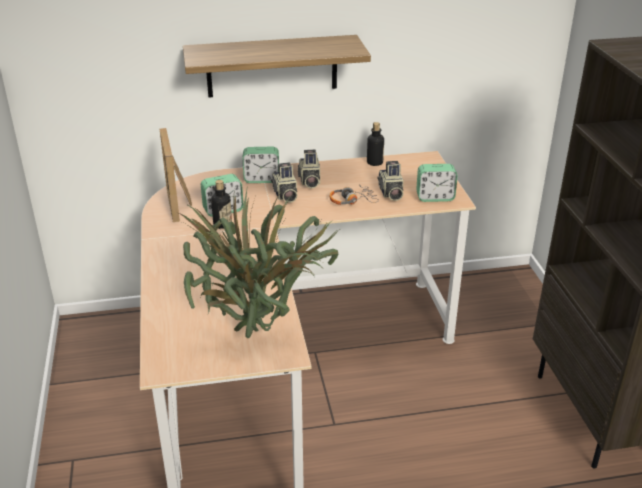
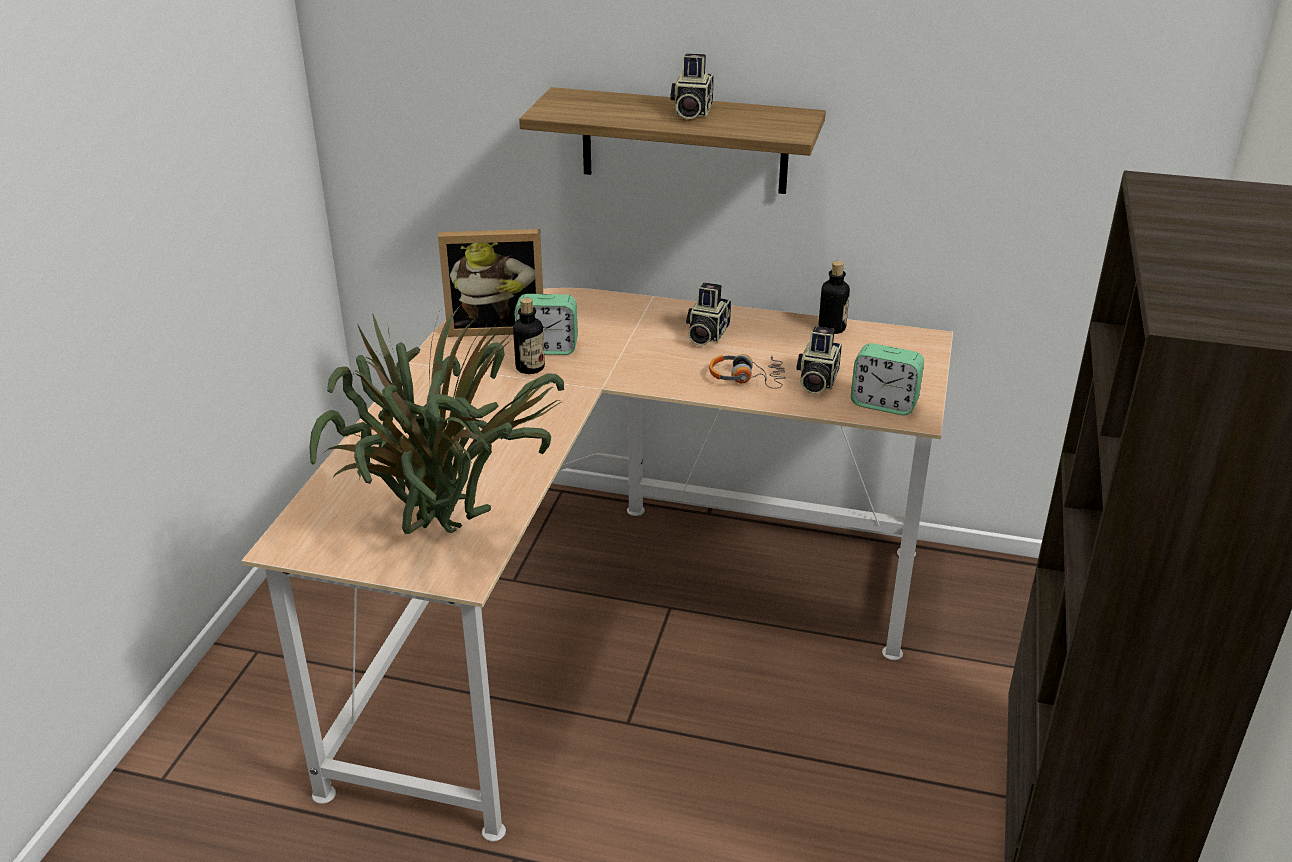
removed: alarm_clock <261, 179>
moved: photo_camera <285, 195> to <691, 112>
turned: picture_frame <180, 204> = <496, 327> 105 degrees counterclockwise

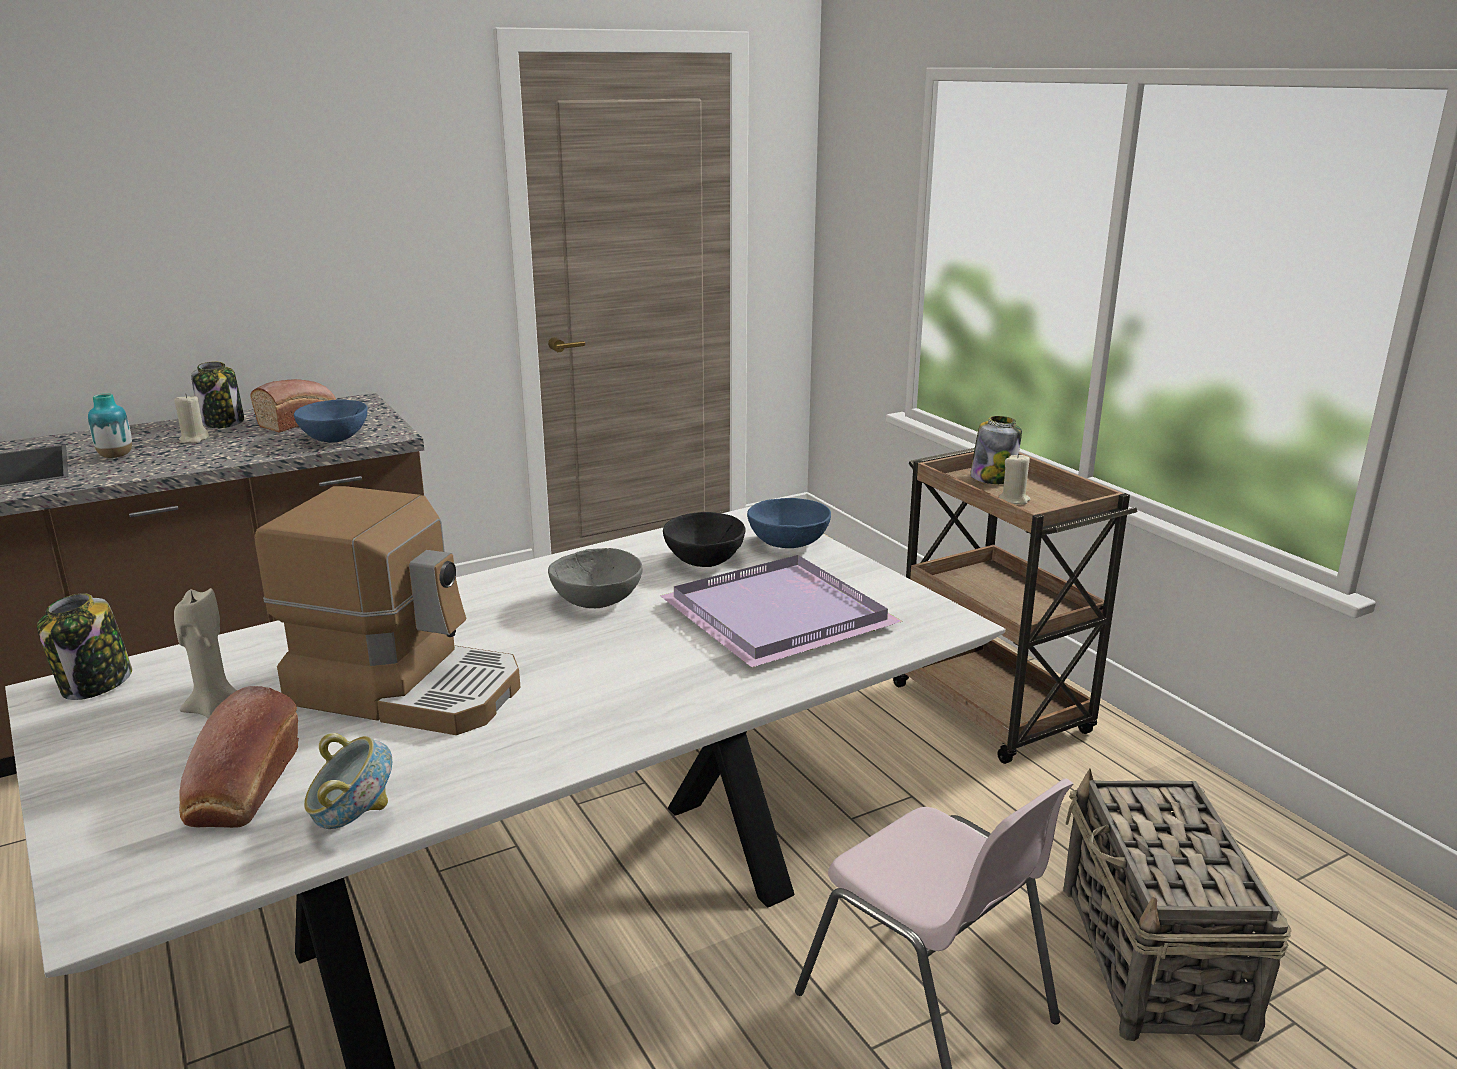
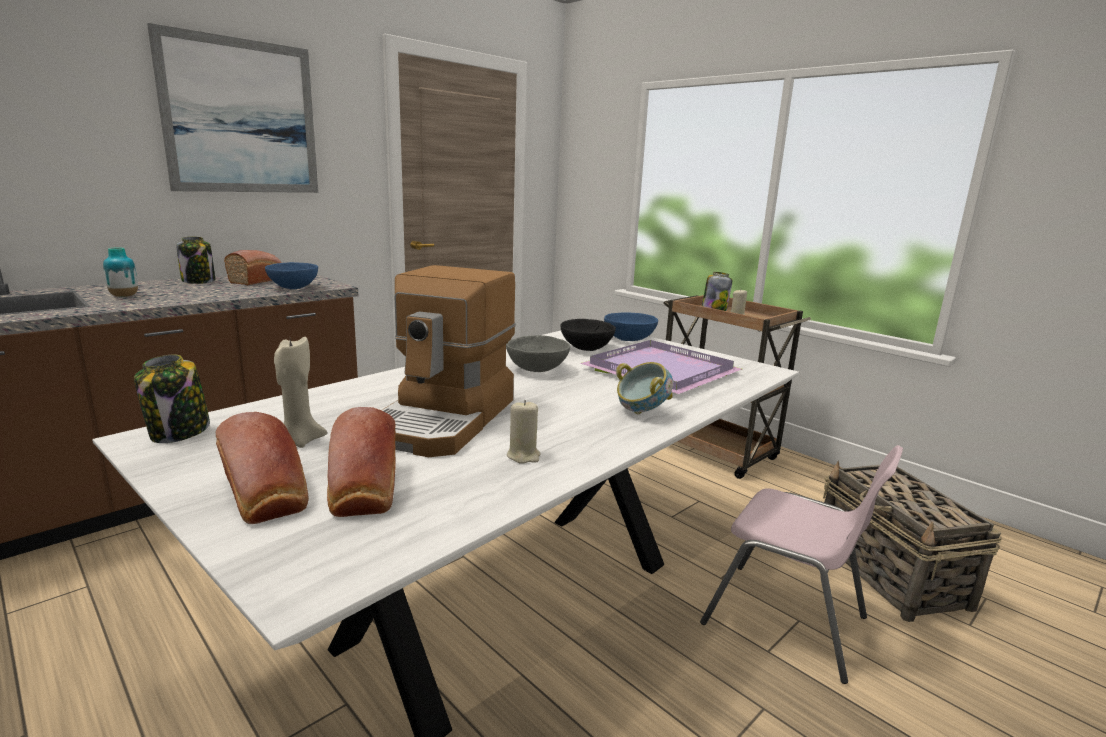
added: picture <241, 117>; bread <265, 494>
moved: beige_candle <194, 439> to <523, 456>; bowl <353, 820> to <641, 412>
turned: coffee_machine <407, 688> = <445, 420> 105 degrees clockwise

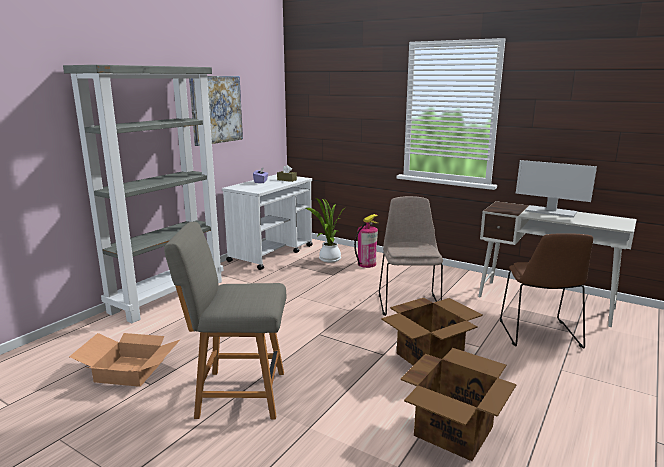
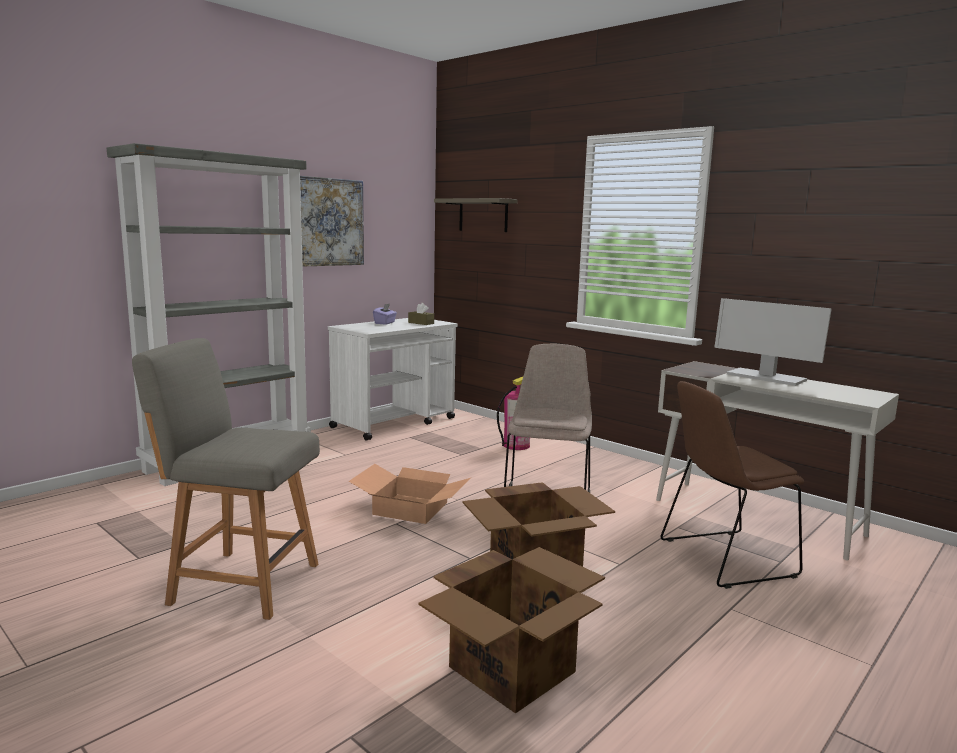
removed: potted_plant <328, 259>
added: shelf <483, 215>
moved: cardboard_box <131, 370> to <412, 508>
turned: brown_chair <539, 335> = <723, 558> 60 degrees clockwise

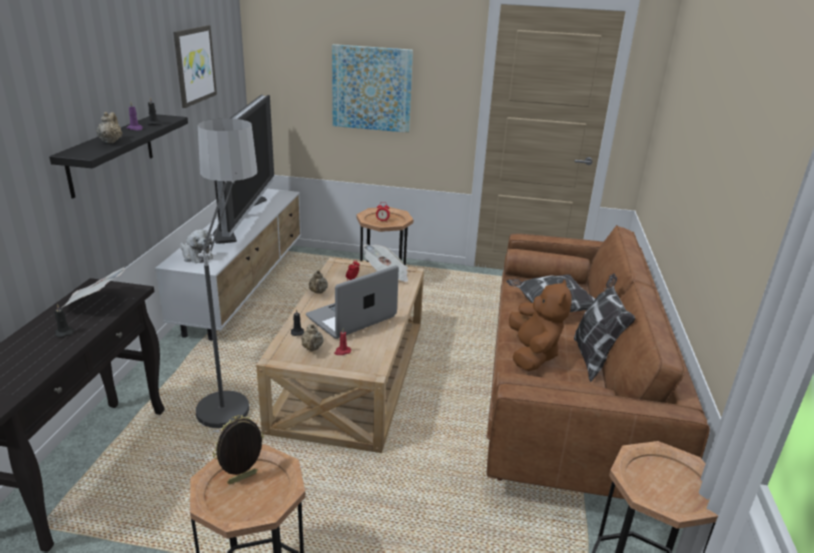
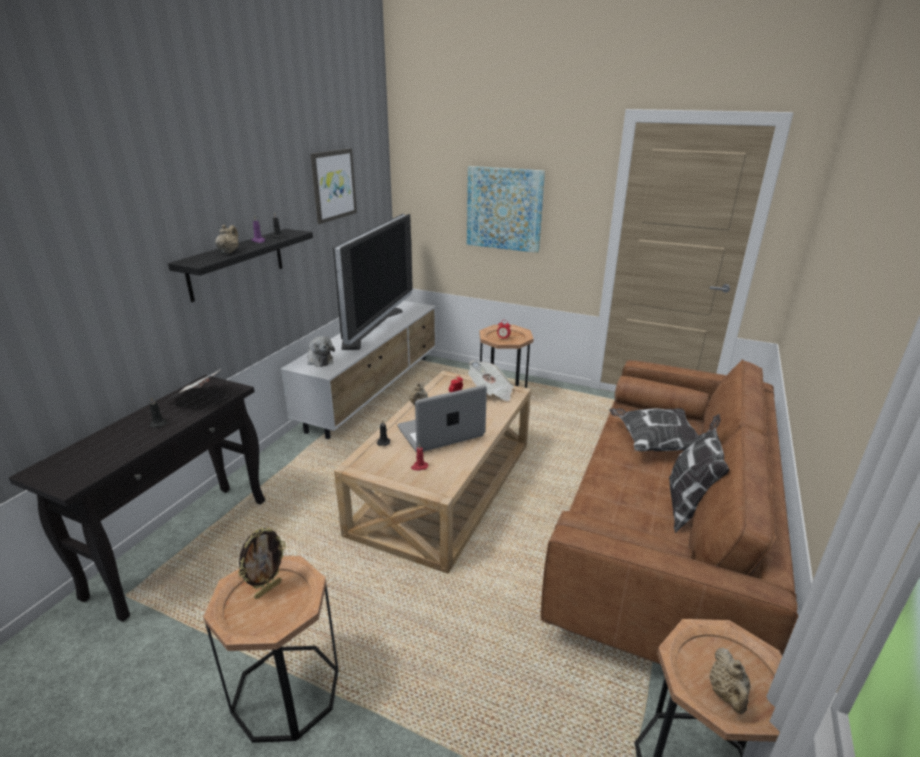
removed: floor_lamp <233, 387>; brown_plush_toy <532, 354>
moved: beige_teapot <312, 348> to <727, 694>
turned: picture_frame <242, 479> = <268, 589> 150 degrees clockwise

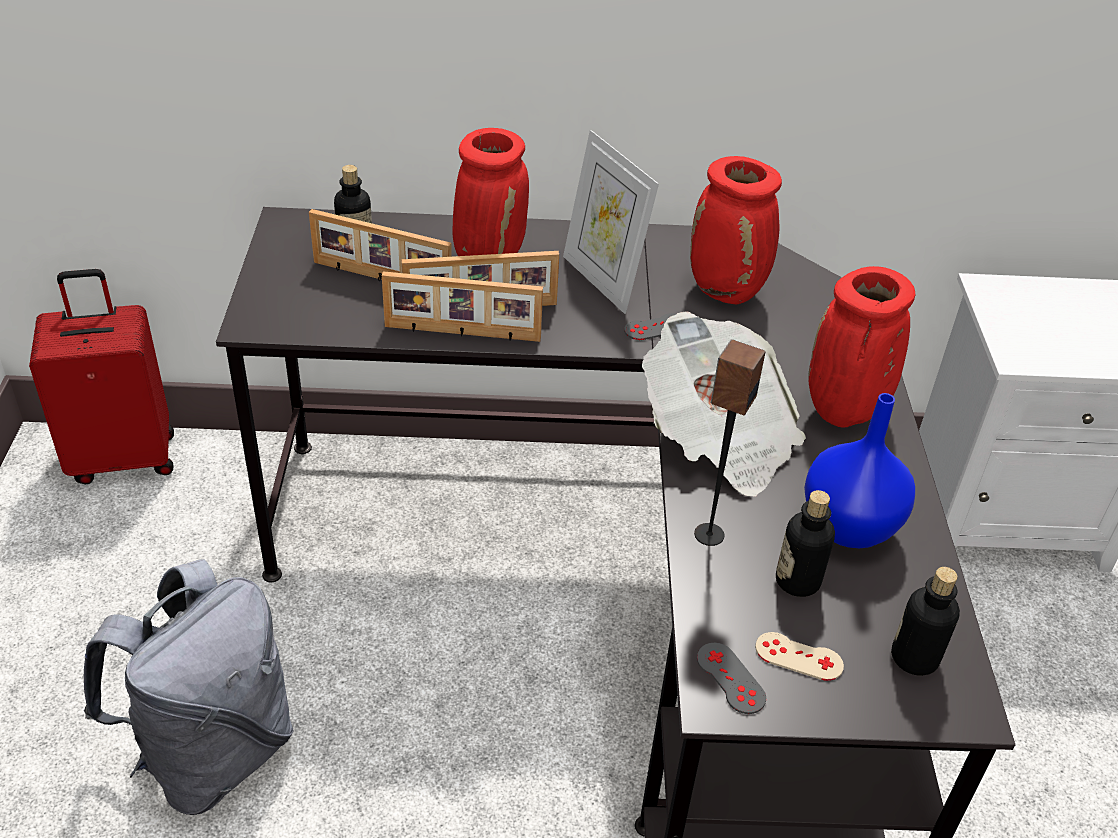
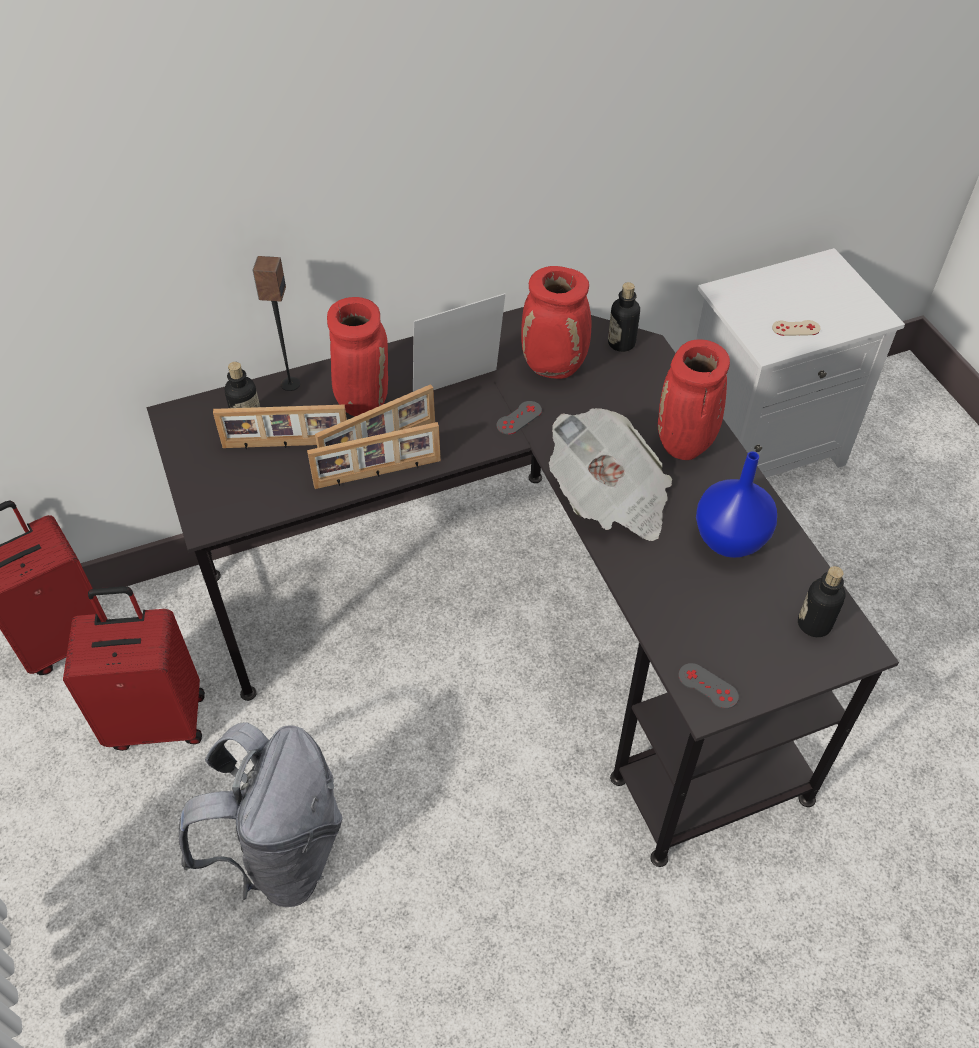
added: red_suitcase <158, 719>
moved: speaker <708, 534> to <290, 384>; beige_game_controller <799, 657> to <796, 328>; bottle <797, 581> to <621, 343>
turned: picture_frame <603, 281> = <458, 389> 120 degrees clockwise

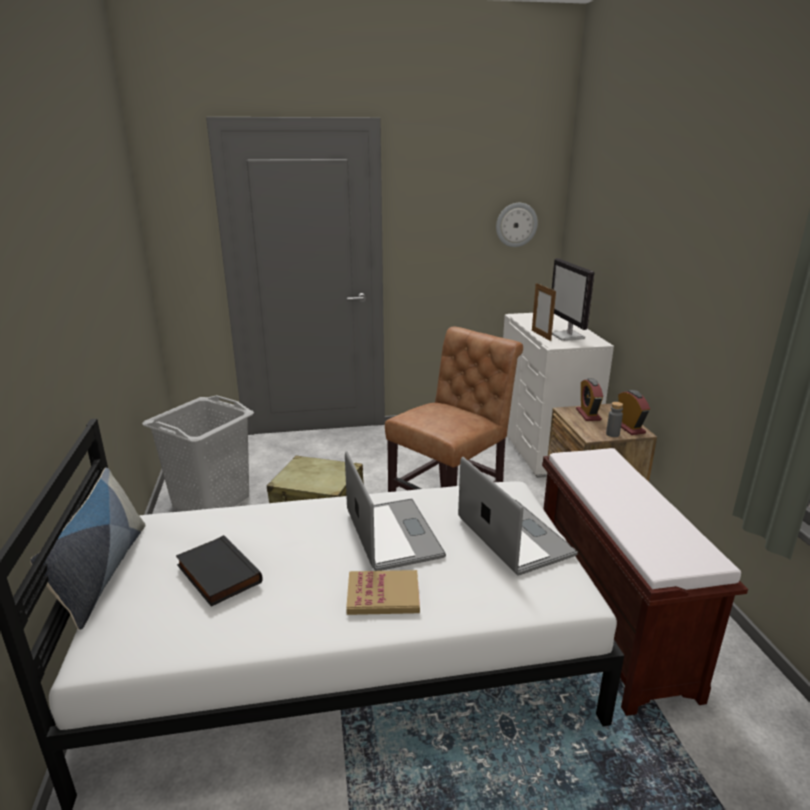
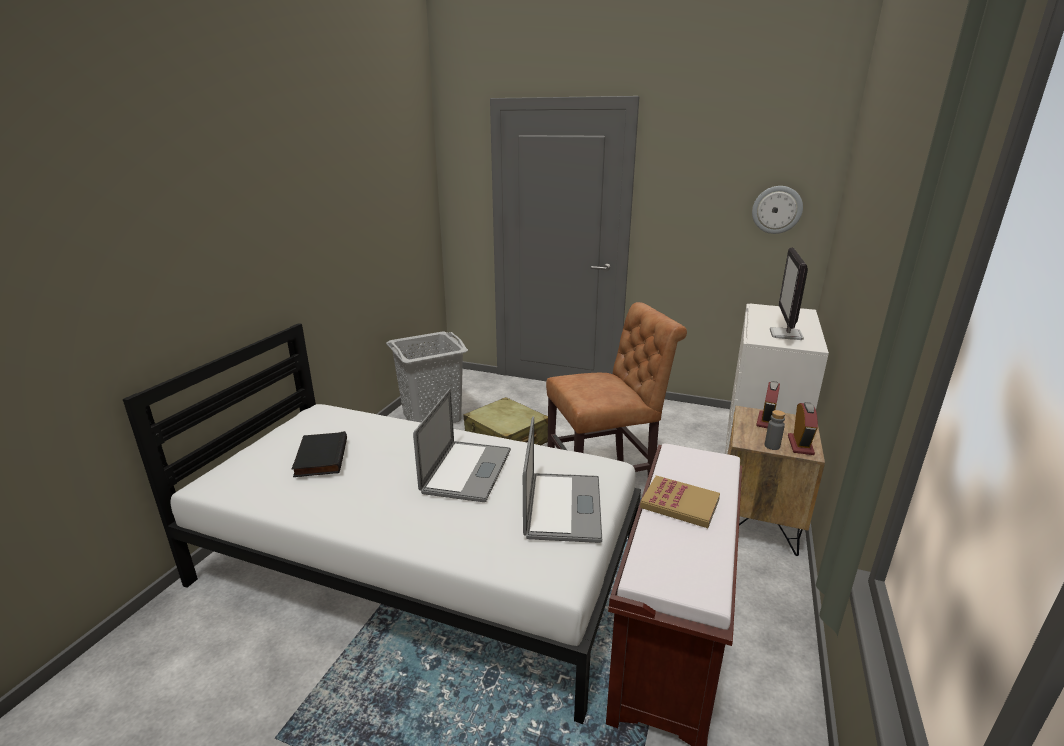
removed: pillow <102, 572>; picture_frame <541, 335>
moved: book <383, 595> to <679, 504>

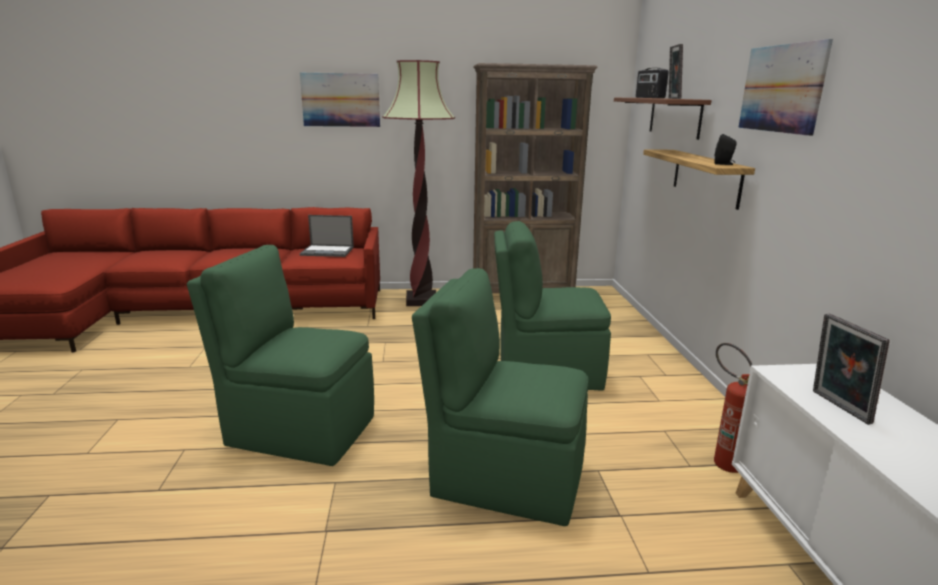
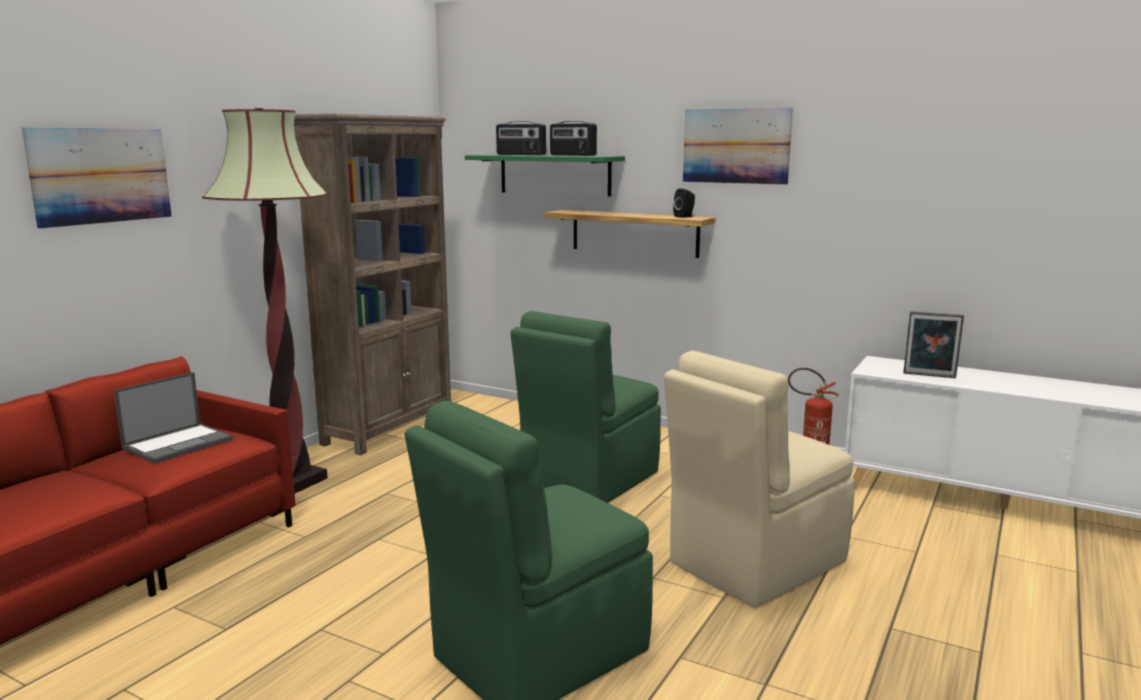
replaced: picture_frame <672, 98> to radio <572, 155>
recoloured: green_chair <504, 477> to beige_chair <754, 563>; brown_shelf <674, 117> to green_shelf <554, 174>

